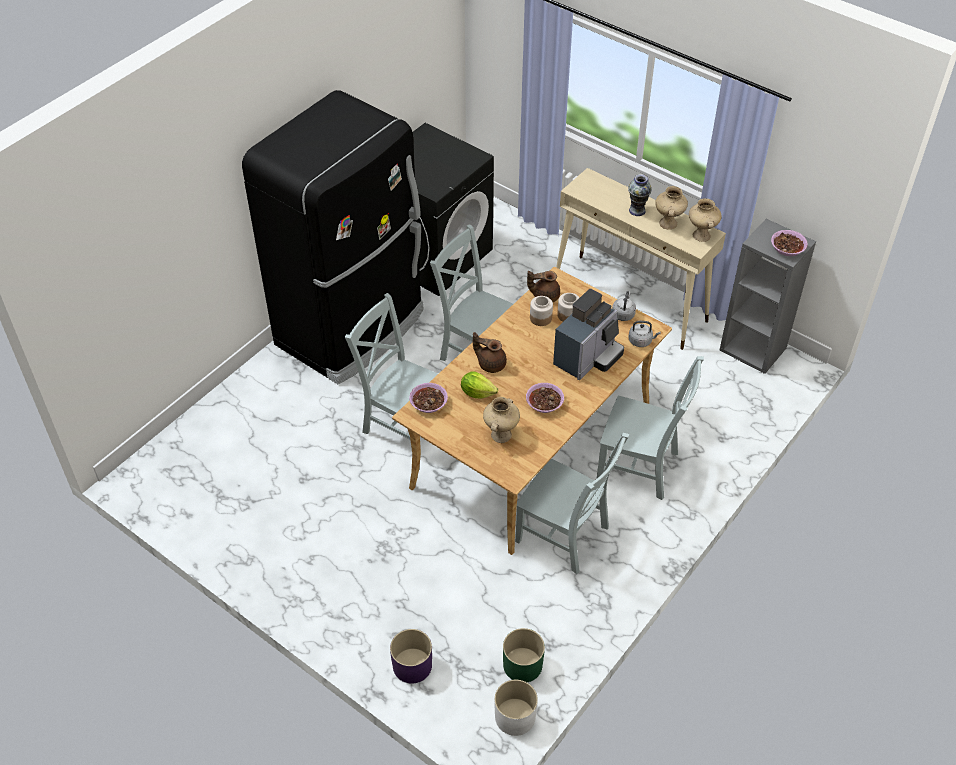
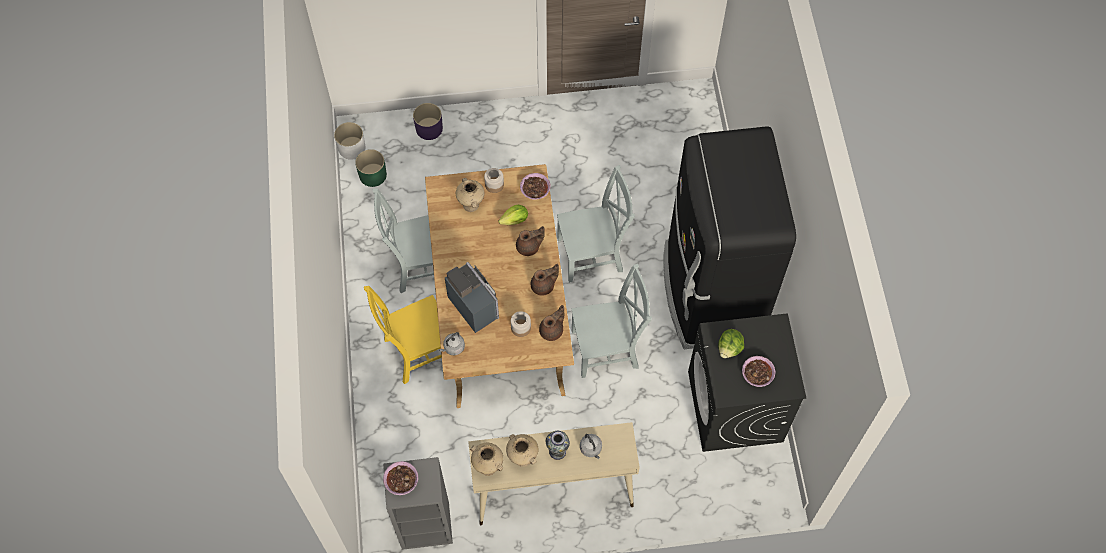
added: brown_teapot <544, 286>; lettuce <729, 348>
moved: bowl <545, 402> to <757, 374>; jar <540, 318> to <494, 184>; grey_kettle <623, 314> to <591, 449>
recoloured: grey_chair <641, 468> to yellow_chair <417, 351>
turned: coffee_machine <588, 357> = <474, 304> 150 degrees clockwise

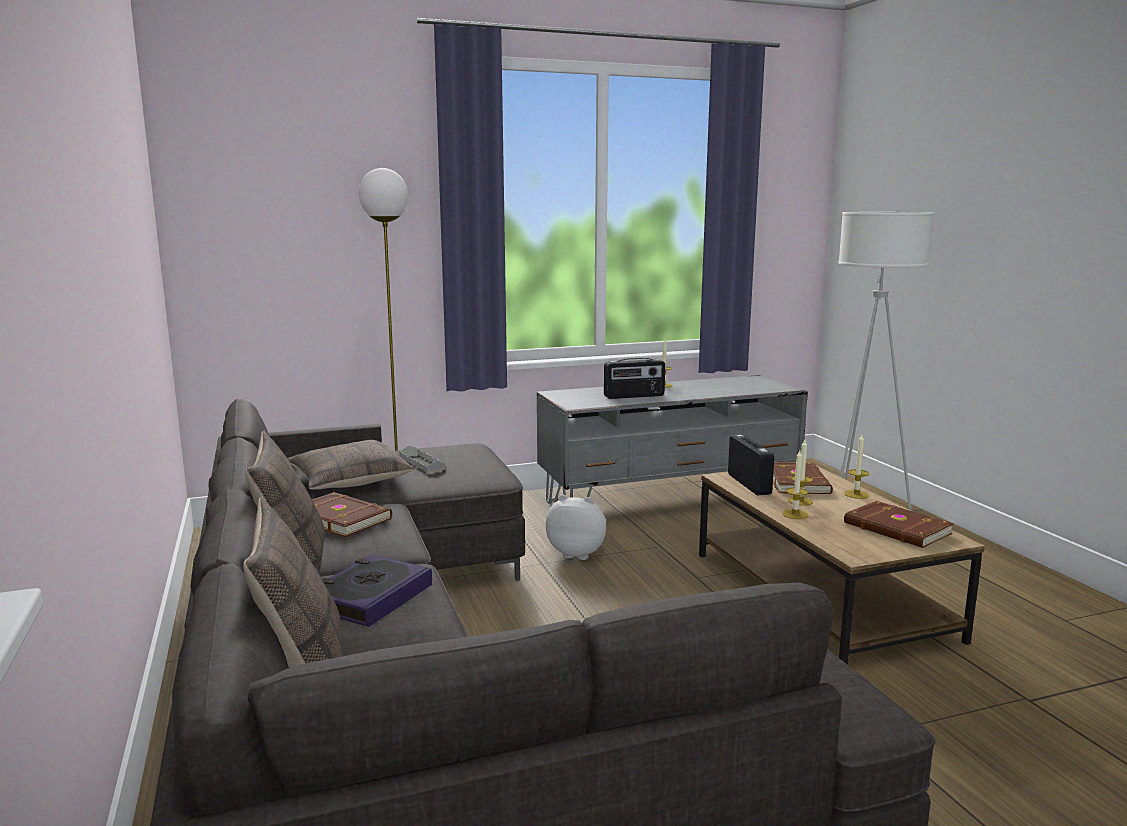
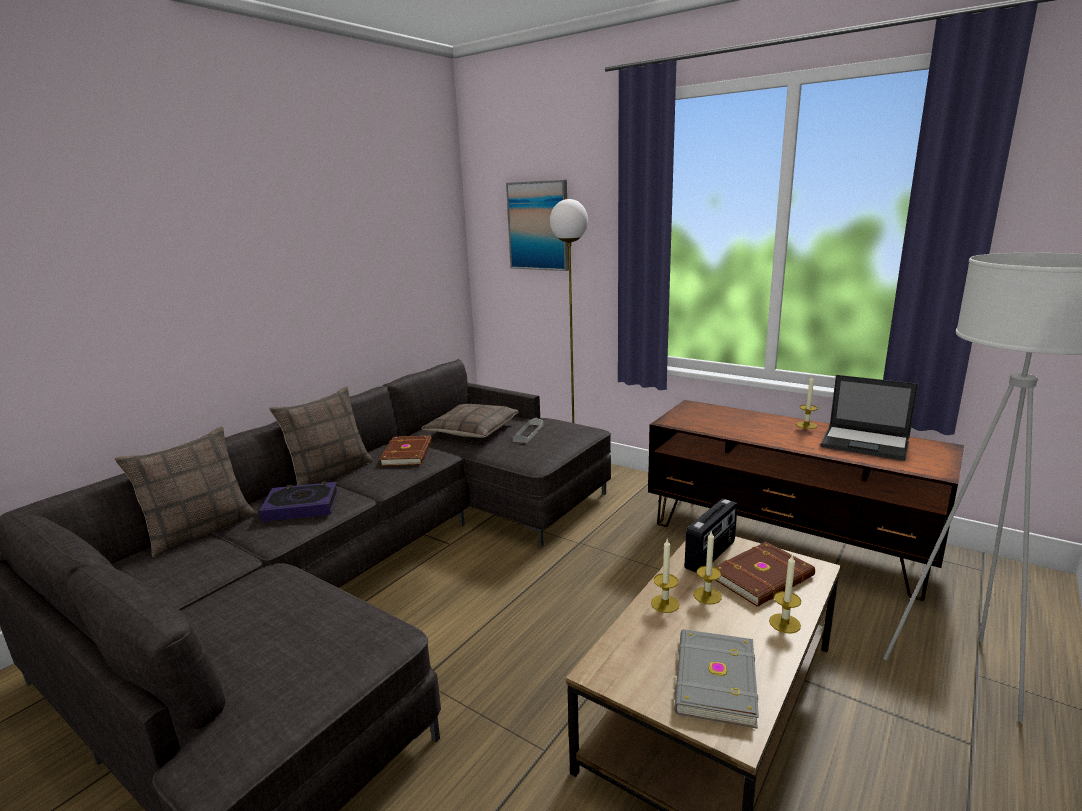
removed: plush_toy <578, 553>; radio <634, 396>
added: picture <538, 226>; laptop <866, 443>
recoloured: grey_tv_stand <669, 499> to brown_tv_stand <786, 541>; brown_book <896, 529> to grey_book <713, 680>

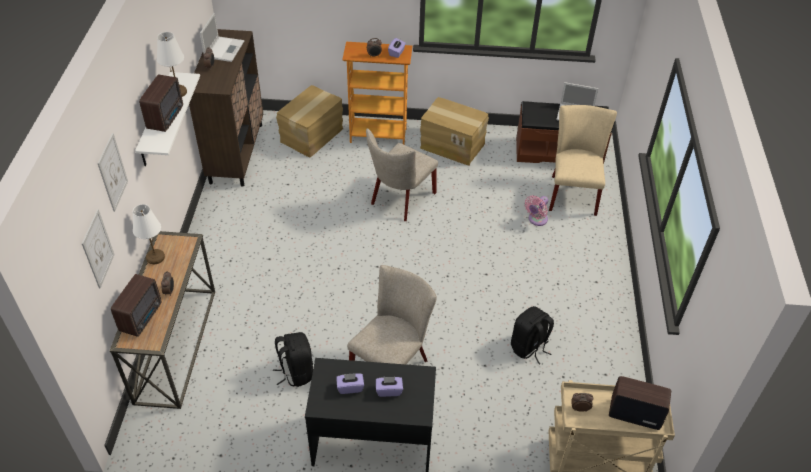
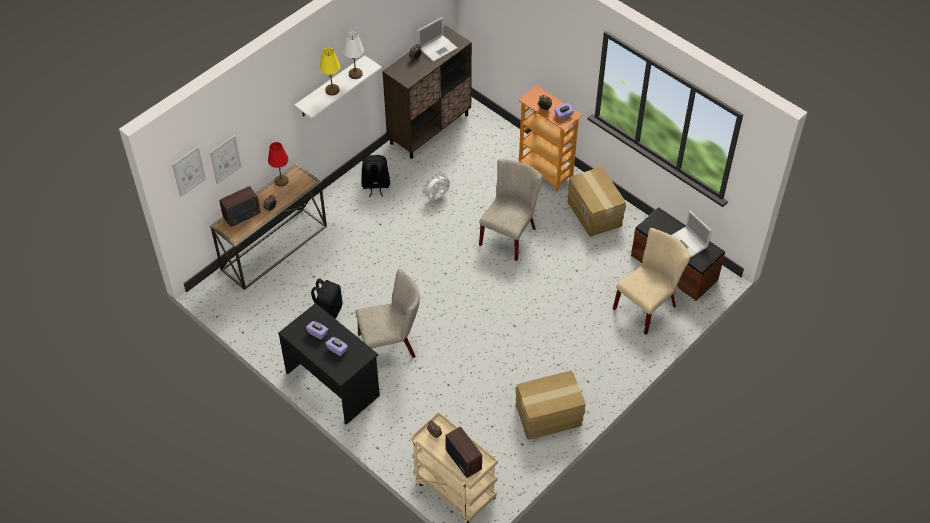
removed: pink_fan <536, 220>
added: white_fan <437, 198>
moved: picture <112, 172> to <189, 171>; cardboard_box <312, 135> to <549, 416>; black_backpack <529, 347> to <375, 185>
replaced: radio <166, 117> to yellow_table_lamp <332, 90>
recoloured: white_table_lamp <155, 257> to red_table_lamp <281, 181>
turned: beige_chair <400, 200> = <510, 234> 135 degrees clockwise

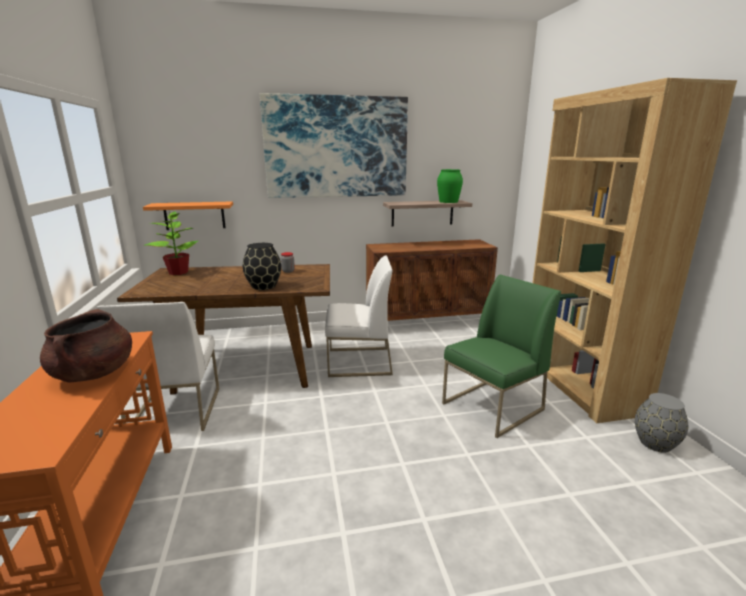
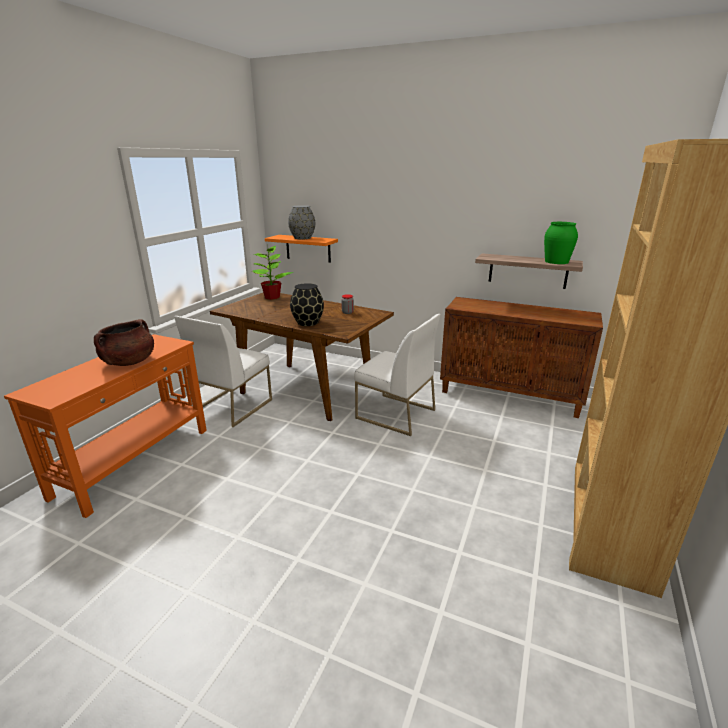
removed: picture <336, 147>; green_chair <492, 407>
moved: grey_vase <654, 443> to <302, 238>

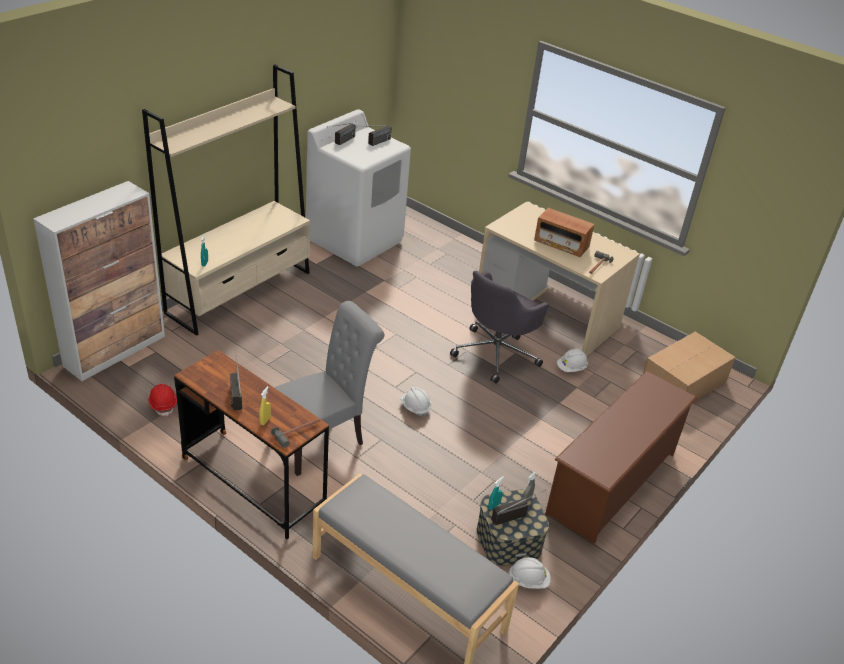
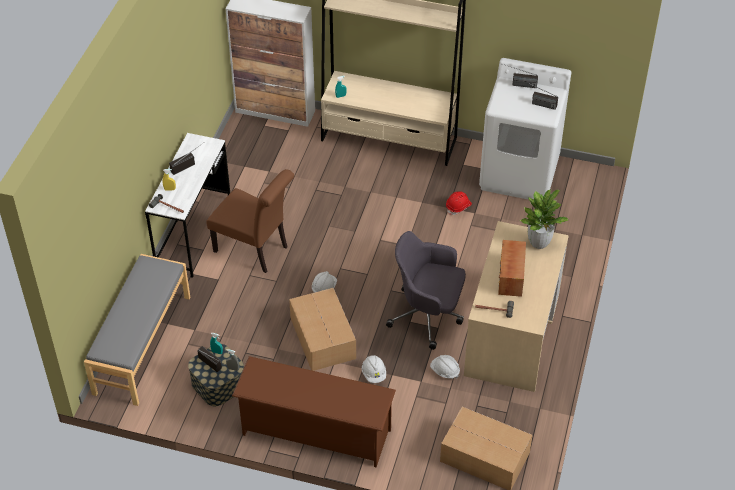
added: cardboard_box <322, 339>; potted_plant <539, 242>
moved: red_hard_hat <163, 404> to <458, 207>; white_hard_hat <528, 580> to <374, 374>
recoloured: brown_desk <253, 483> to white_desk <193, 233>; grey_chair <321, 440> to brown_chair <255, 250>

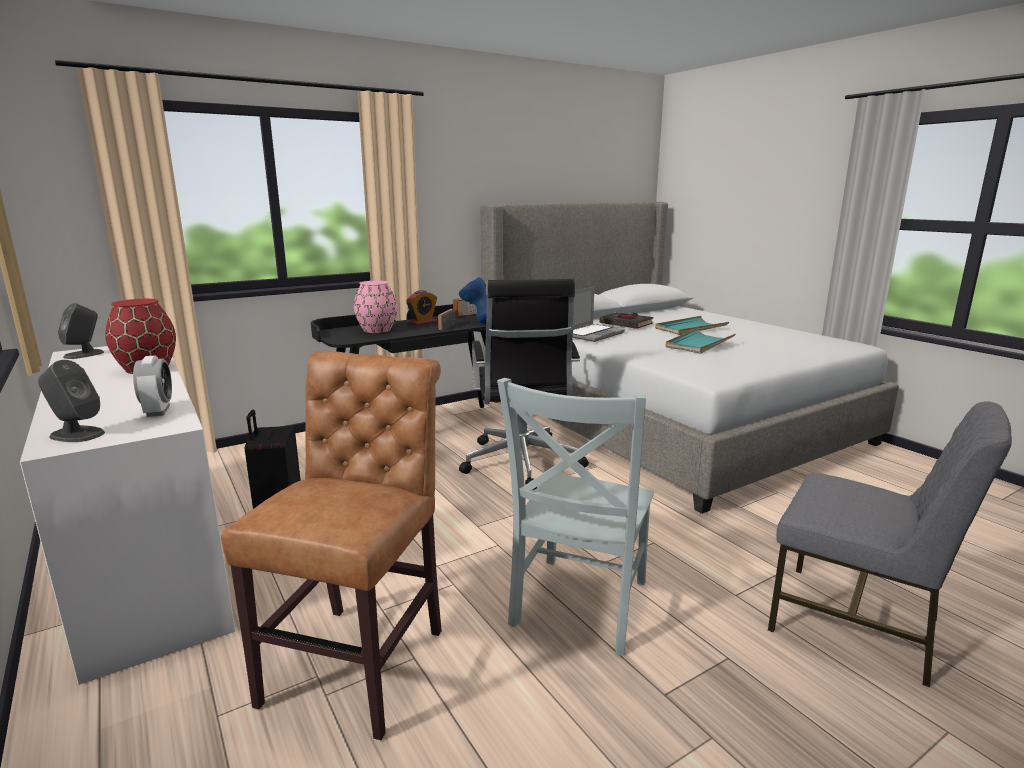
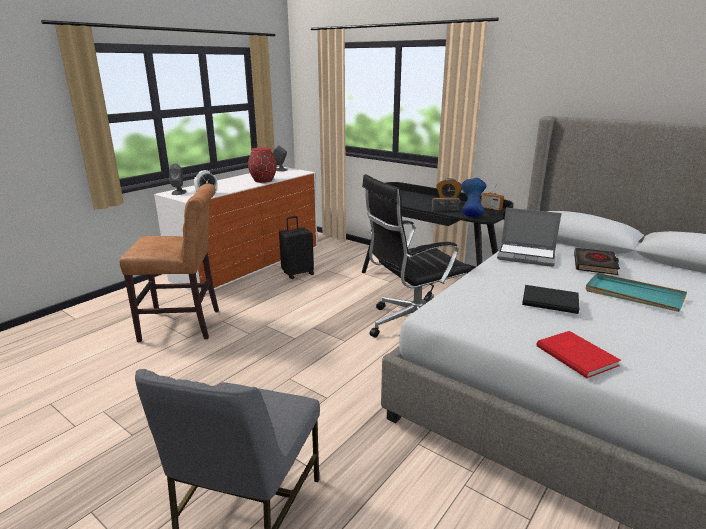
removed: pink_vase <377, 330>; grey_chair <578, 606>
added: red_book <577, 354>
replaced: turquoise_tray <699, 344> to black_book <549, 300>

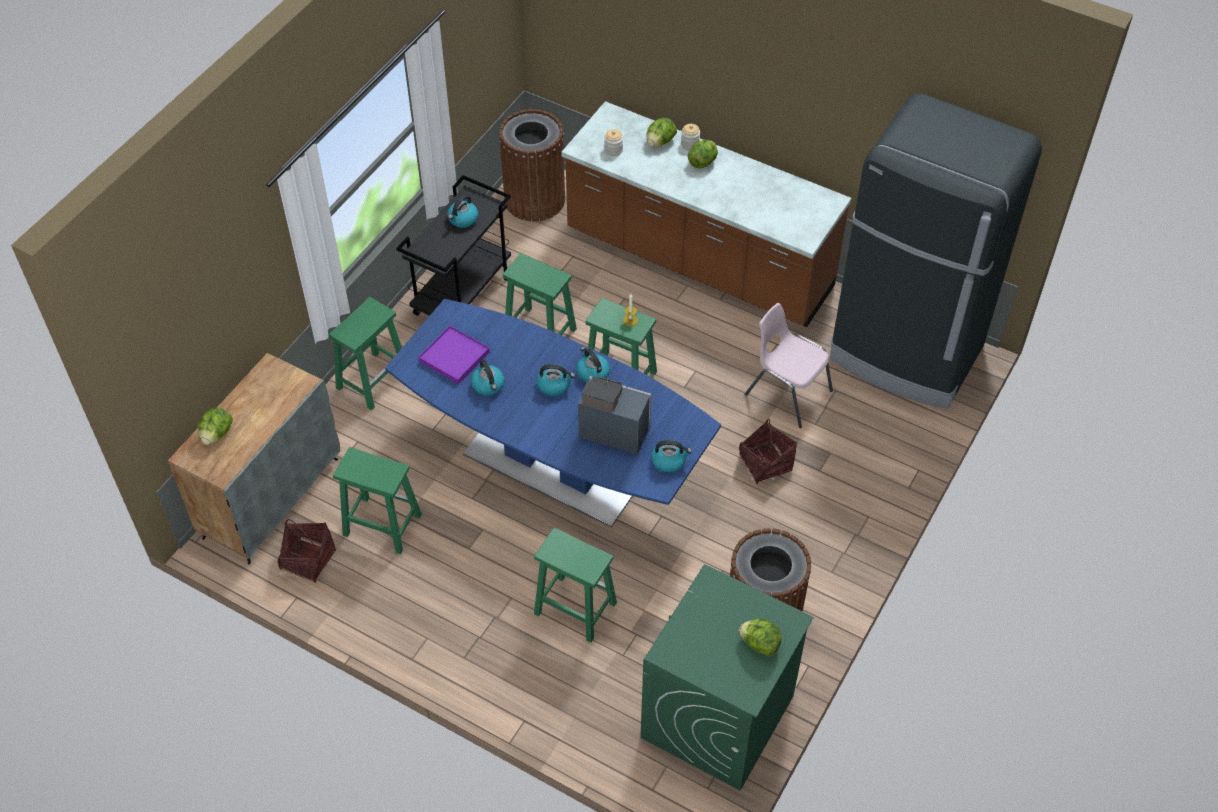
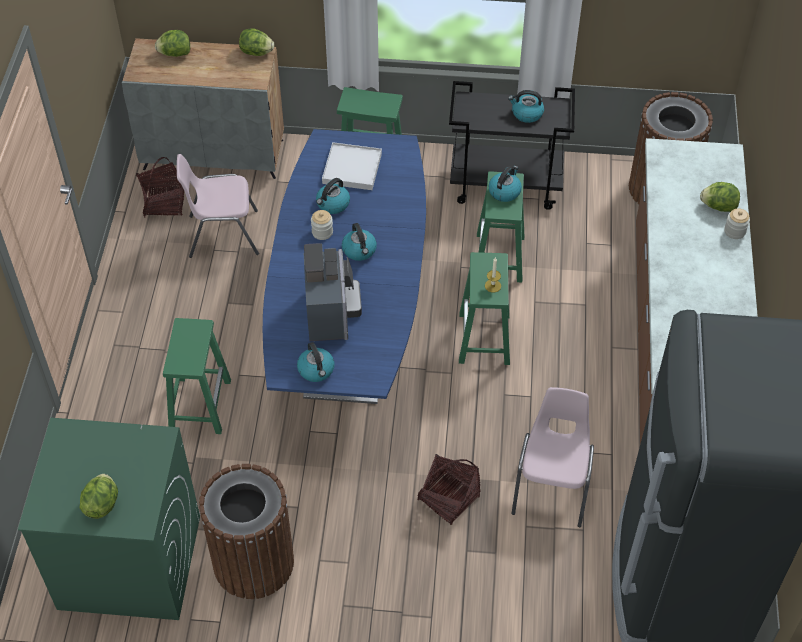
moved: kettle <592, 373> to <504, 191>; jar <613, 150> to <322, 232>; lettuce <703, 162> to <256, 52>
replaced: green_stool <381, 525> to pink_chair <222, 234>
recoloured: purple_tray <454, 357> to white_tray <352, 169>

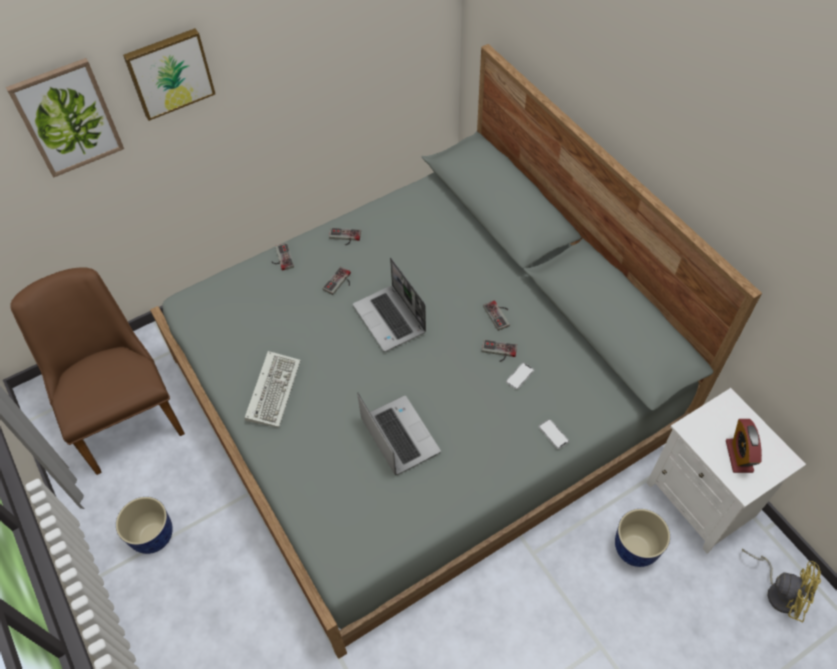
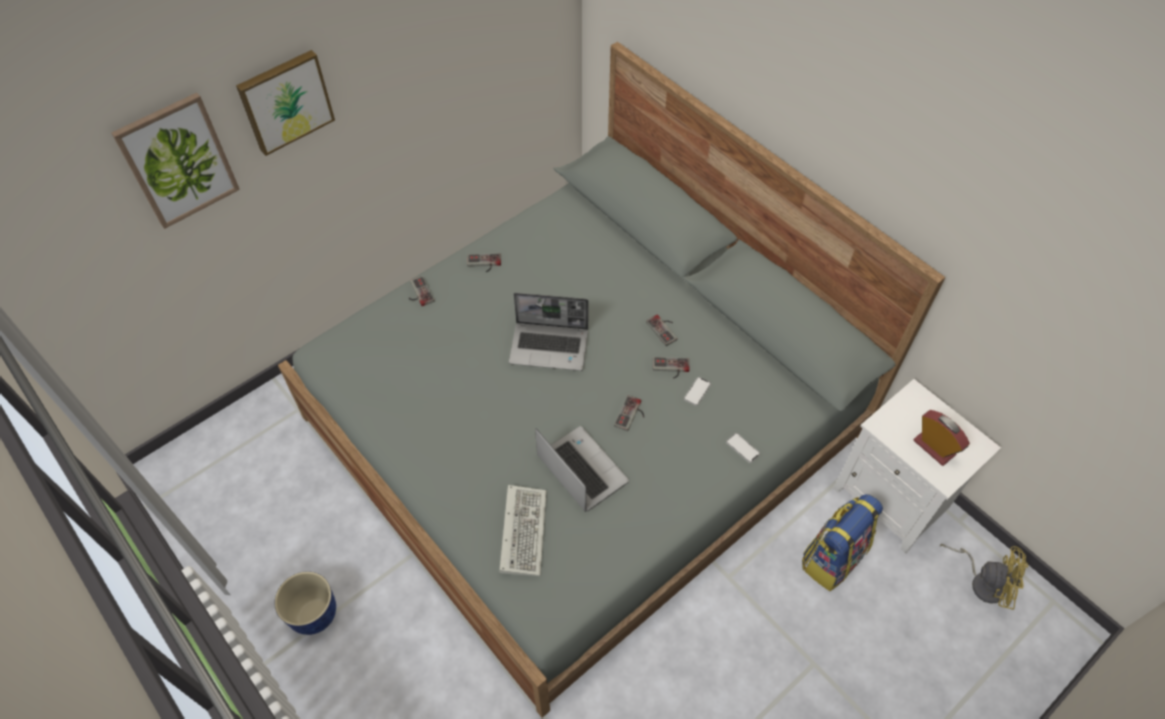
removed: brown_chair <125, 414>
moved: keyboard <273, 389> to <522, 529>; game_controller <340, 283> to <632, 415>
replaced: planter <635, 548> to backpack <832, 557>
turned: laptop <390, 319> = <550, 346> 45 degrees counterclockwise; alarm_clock <739, 456> = <934, 447> 150 degrees clockwise

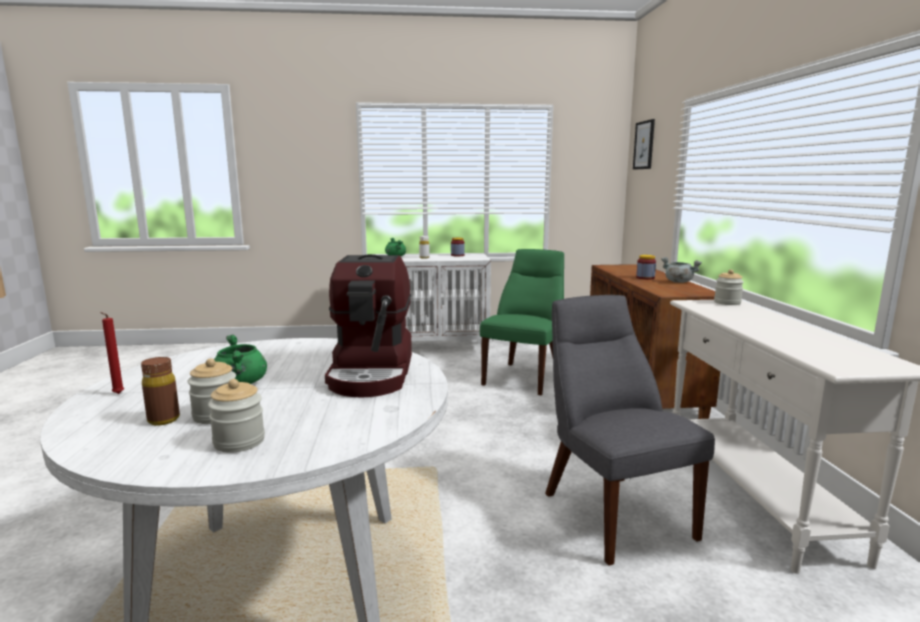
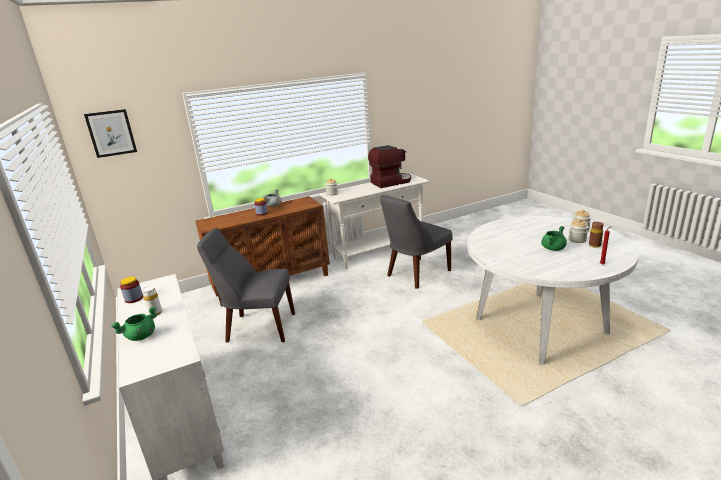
moved: coffee_machine <373, 372> to <391, 182>
recoloured: green_chair <525, 377> to grey_chair <258, 327>

